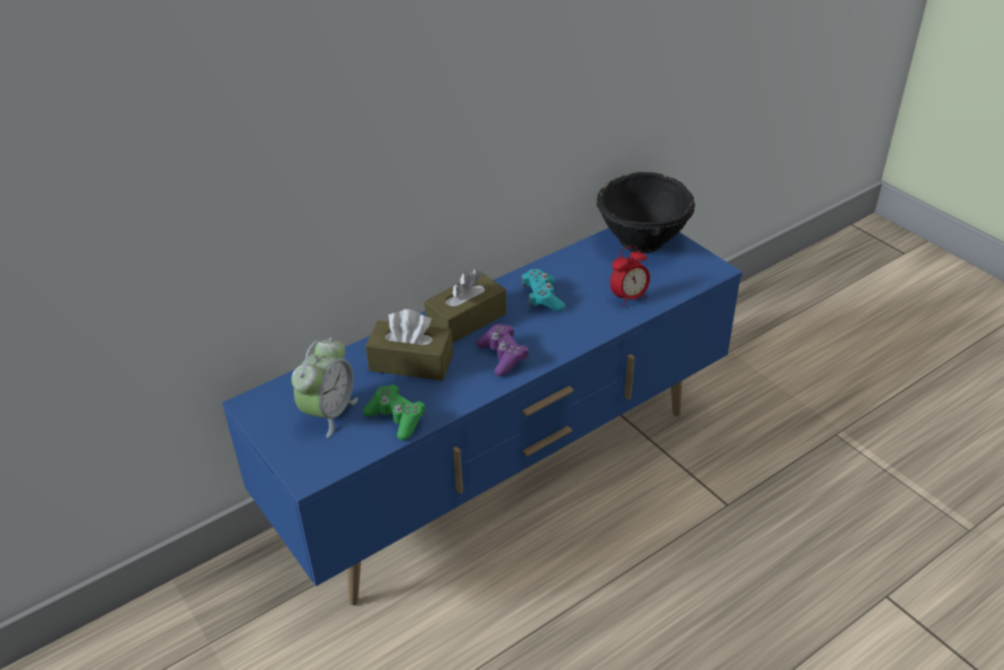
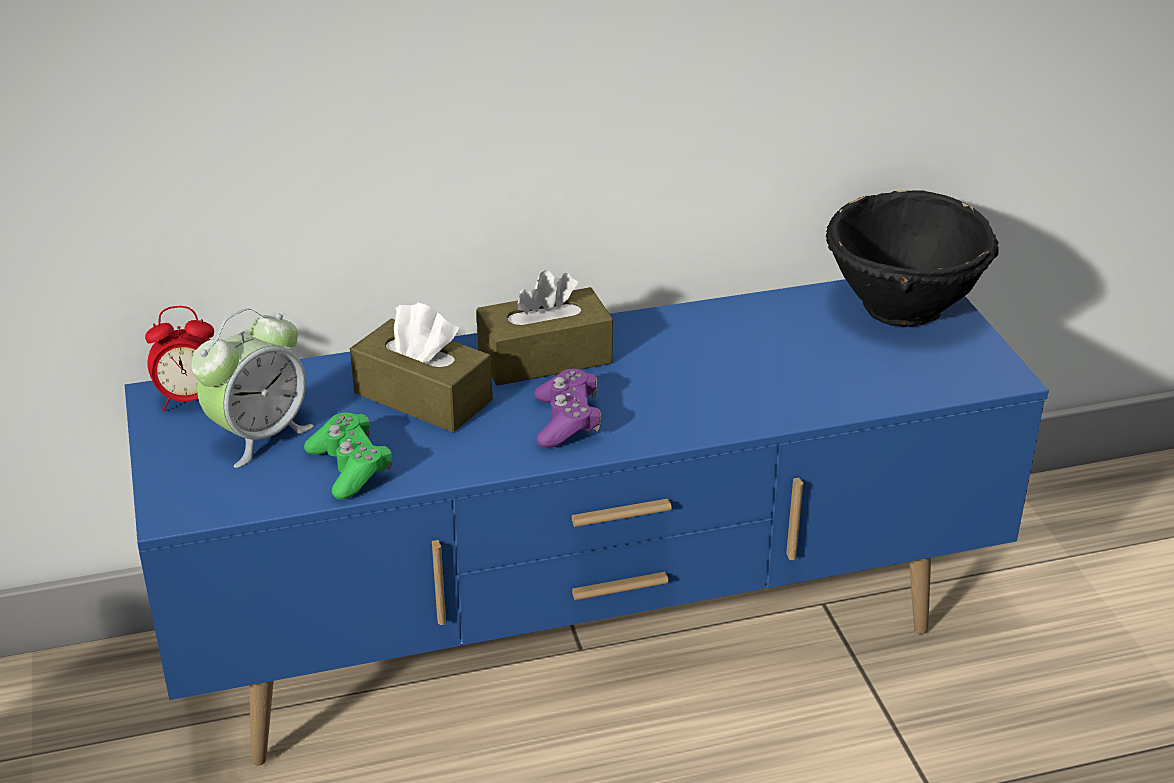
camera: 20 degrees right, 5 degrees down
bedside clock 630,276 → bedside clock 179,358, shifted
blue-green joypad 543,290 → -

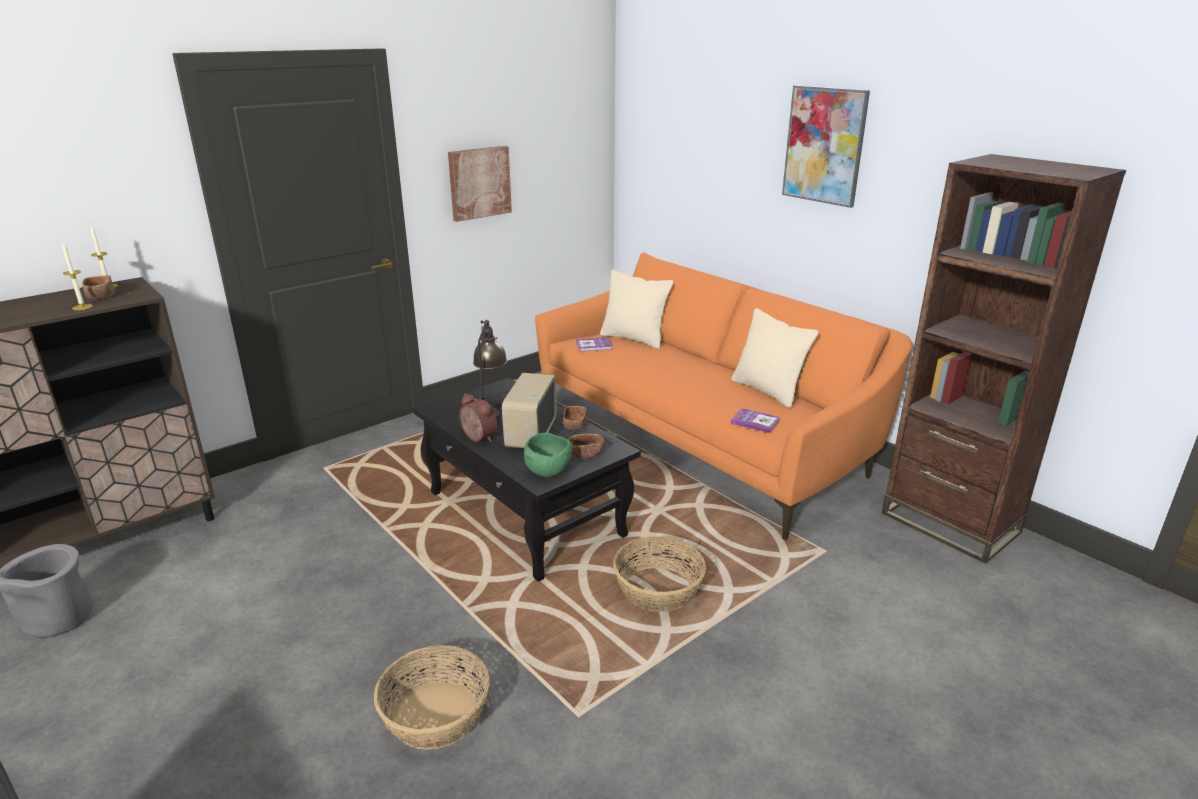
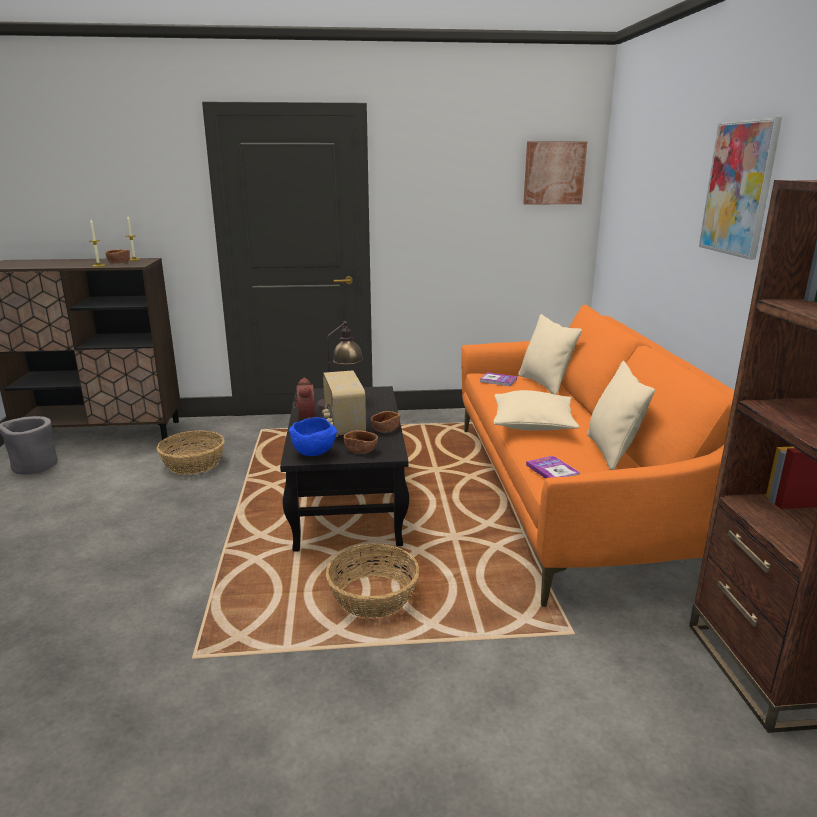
camera: 35 degrees right, 5 degrees down
storage basket 432,697 → storage basket 191,452, shifted
green-coloured serving bowl 548,455 → blue-coloured serving bowl 313,436
radio set 529,410 → radio set 344,403, 60 degrees counterclockwise
- → sand-coloured pillow 536,410
wall picture 480,184 → wall picture 555,173, shifted

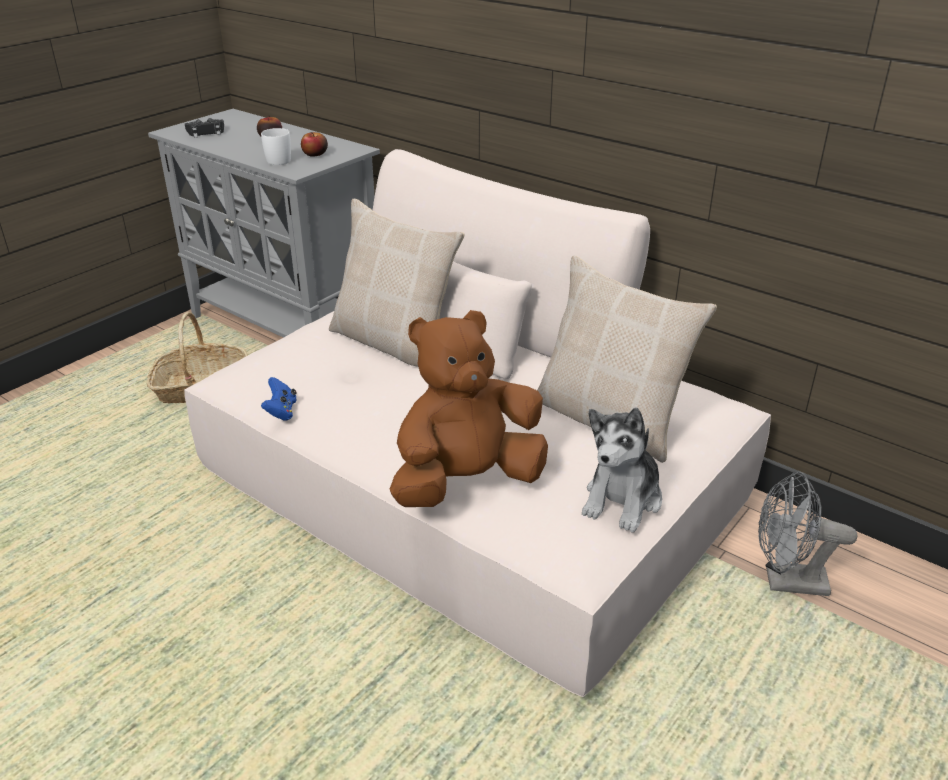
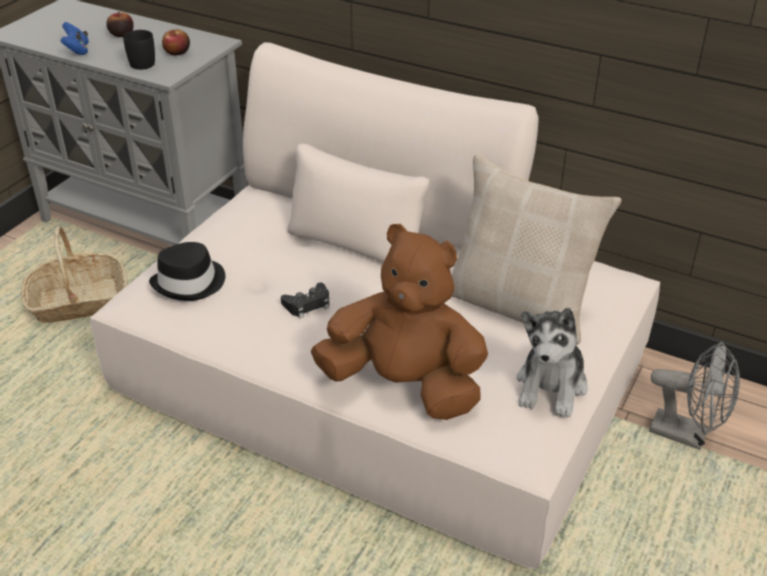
camera: 10 degrees left, 5 degrees up
blue-coloured joypad 279,399 → blue-coloured joypad 74,38, shifted
white-coloured mug 276,146 → blackish mug 139,50
- → blackish hat 187,271
blackish joypad 204,127 → blackish joypad 305,300, shifted
brown-coloured soft toy 469,408 → brown-coloured soft toy 399,322, 60 degrees clockwise
greyish electric fan 807,533 → greyish electric fan 694,396, 150 degrees counterclockwise
sand-coloured pillow 397,283 → -

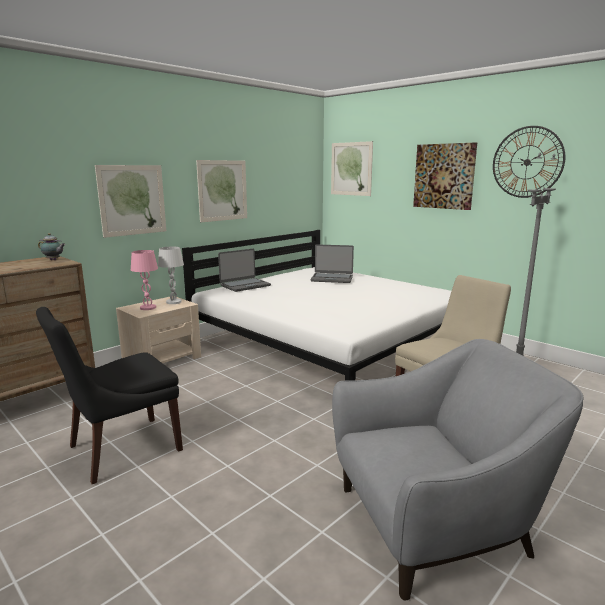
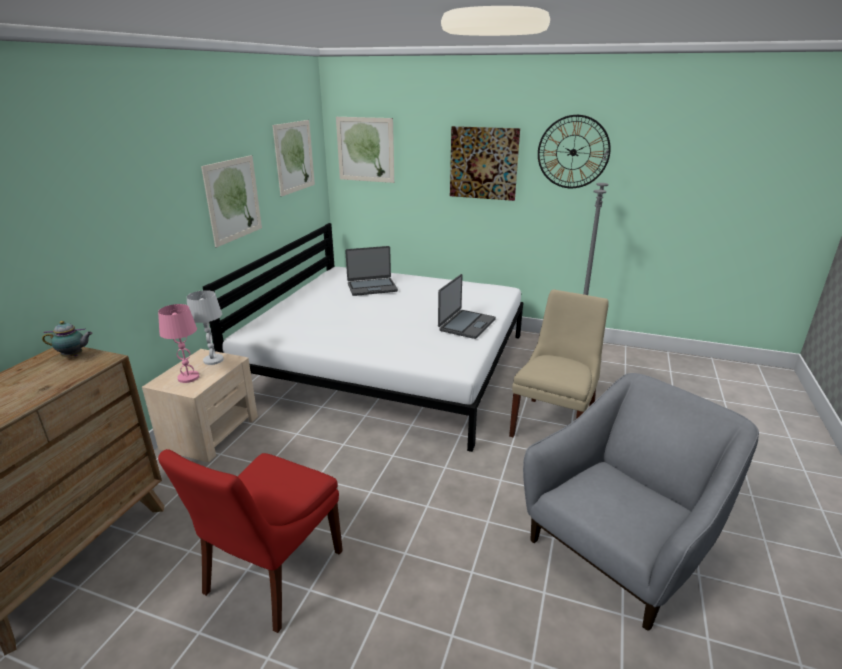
camera: 25 degrees left, 10 degrees up
blackish upright chair 109,395 → red-coloured upright chair 250,541
wall picture 130,201 → wall picture 293,158, shifted
portable computer 244,270 → portable computer 467,306, shifted

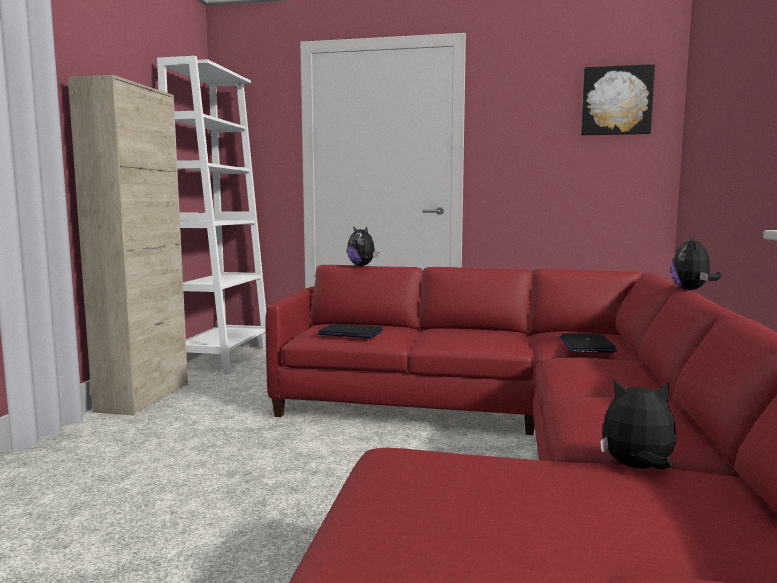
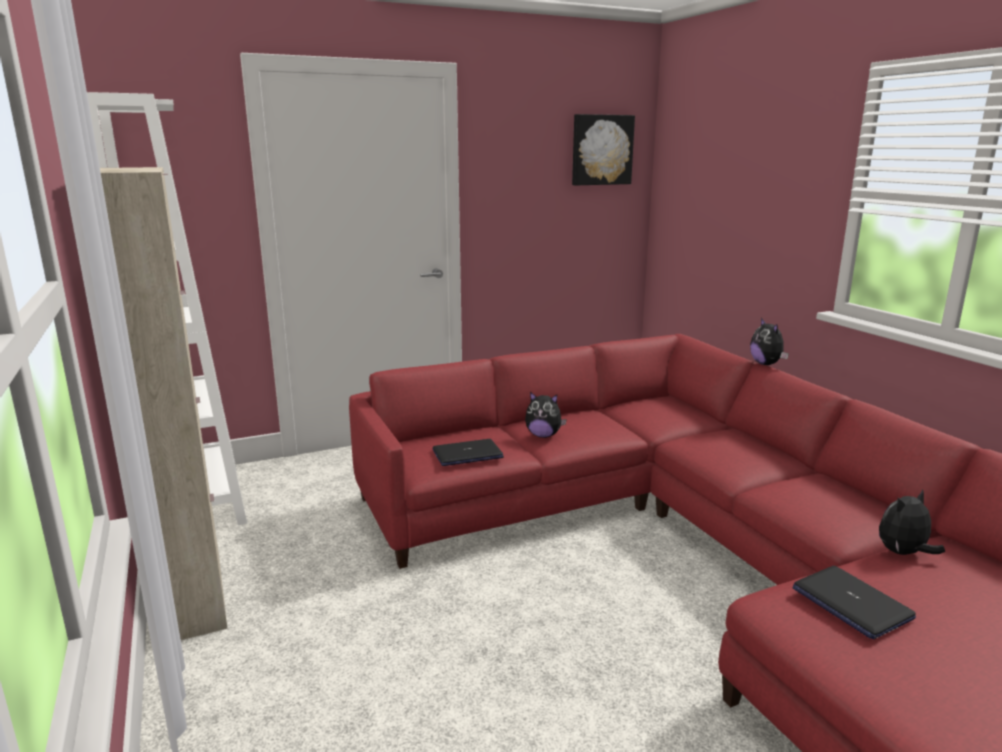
camera: 35 degrees left, 10 degrees up
soft toy 363,246 → soft toy 546,415, shifted
portable computer 588,343 → portable computer 854,602, shifted

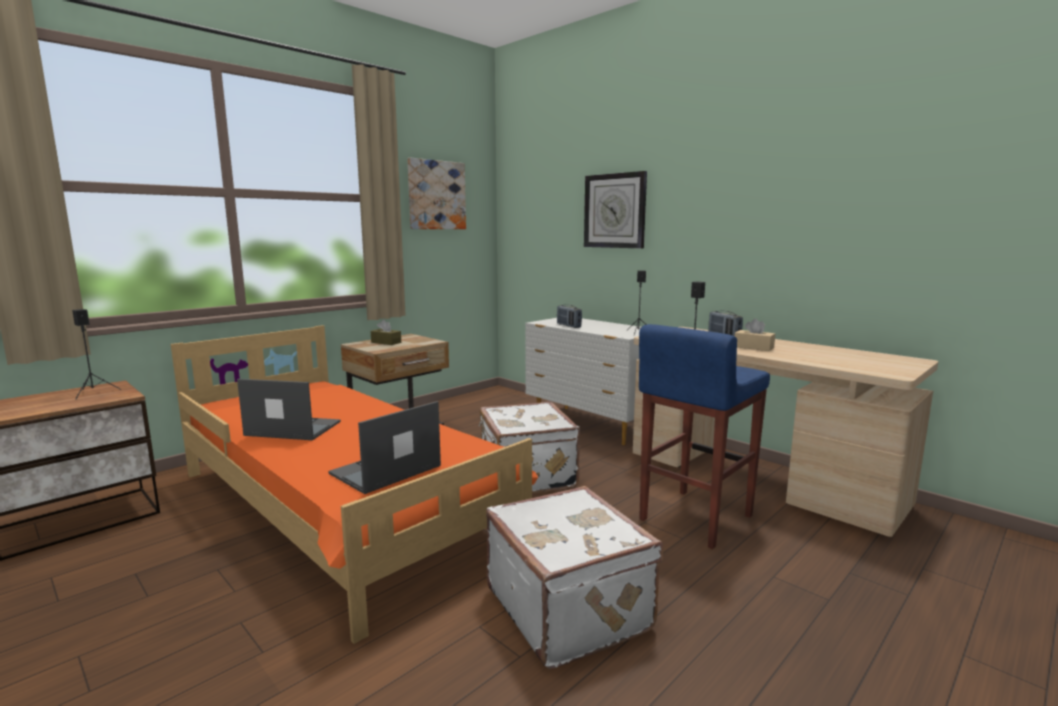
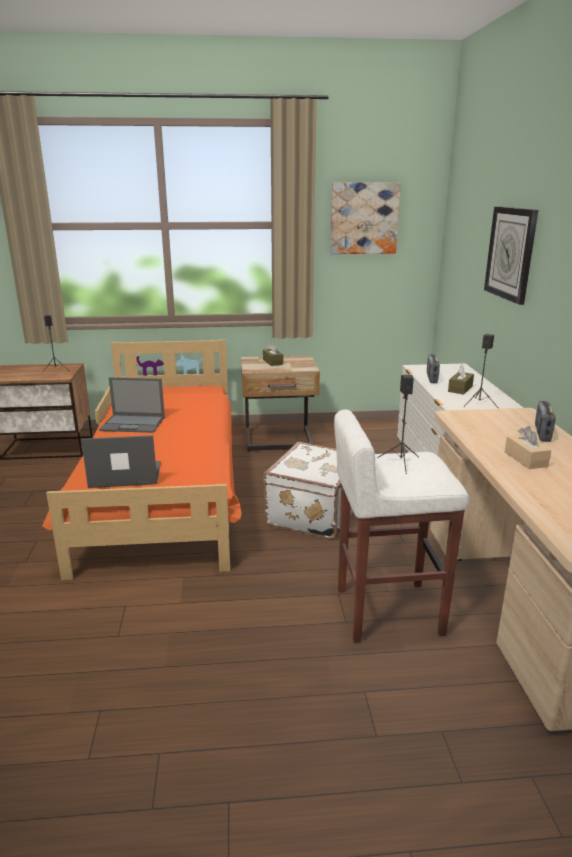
camera: 40 degrees right, 10 degrees up
portable computer 289,409 → portable computer 132,405, 135 degrees clockwise
blue-coloured stool seat 704,436 → white-coloured stool seat 402,526
- → brown-coloured tissue box 461,379
white-coloured piece of luggage 574,577 → -

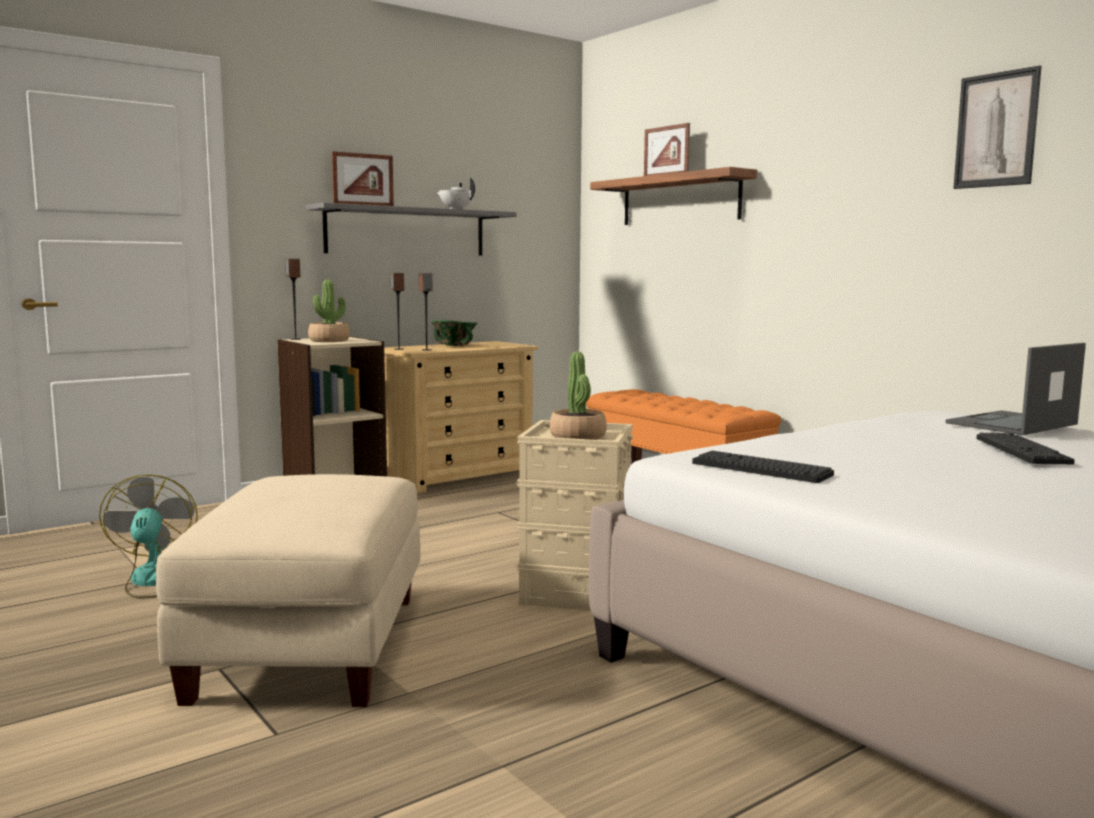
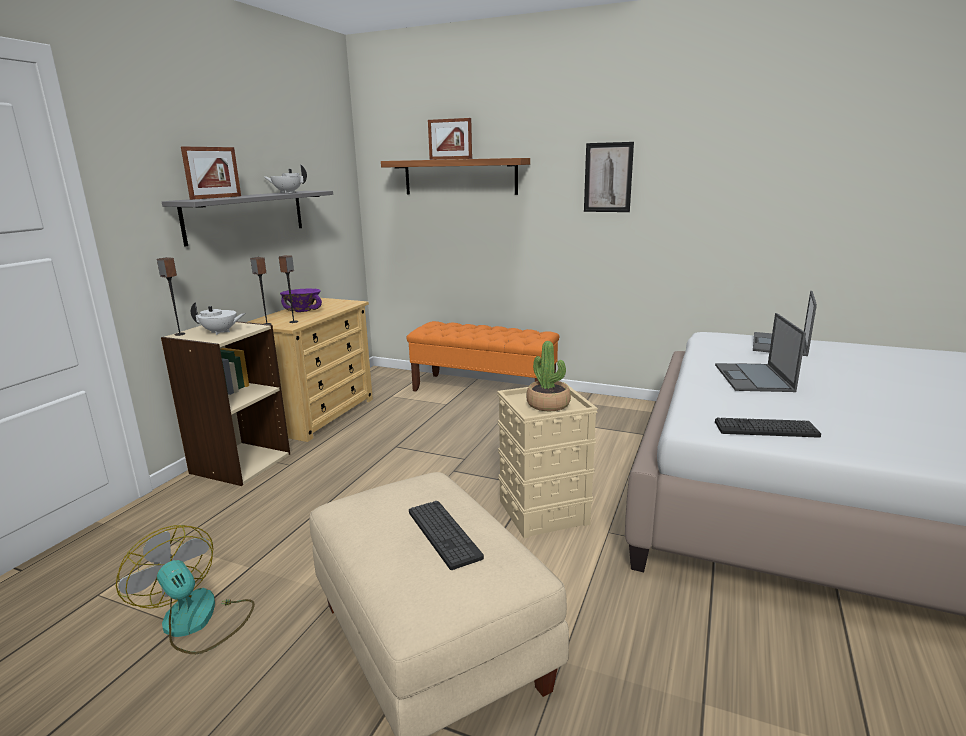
camera: 30 degrees left, 10 degrees up
houseplant 329,311 → white-coloured pot for tea 218,318
green-coloured serving bowl 454,333 → purple-coloured serving bowl 301,300
keyboard 1025,448 → keyboard 446,535, shifted
wall picture 997,127 → wall picture 609,177, shifted
- → portable computer 760,352

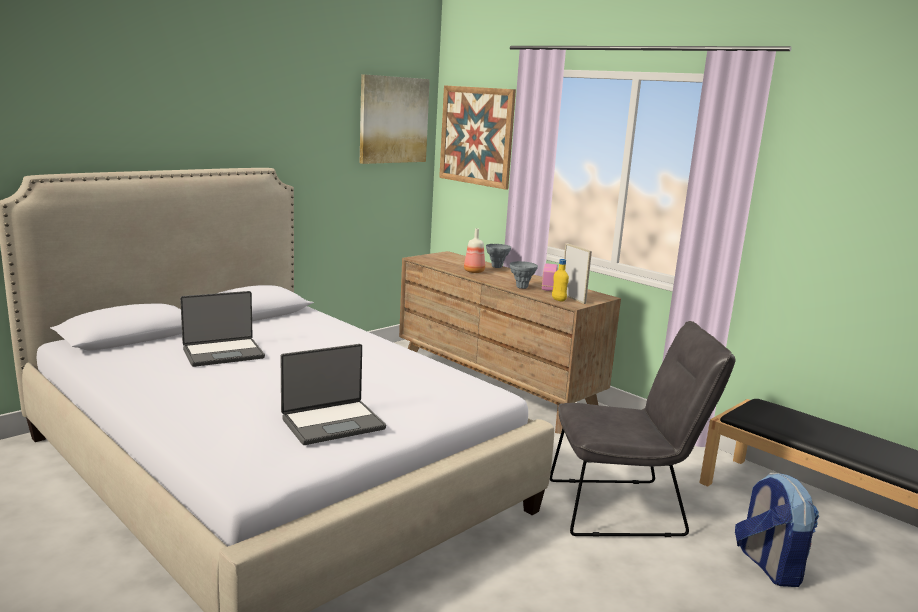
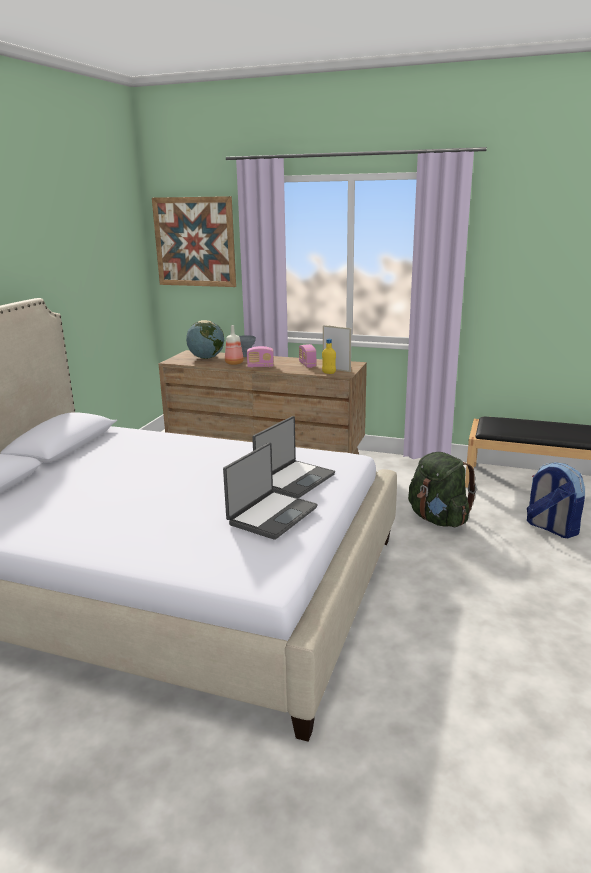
camera: 25 degrees left, 5 degrees up
- → globe 205,339
- → radio set 260,357
portable computer 222,329 → portable computer 293,457, shifted
greyish upright chair 642,429 → green-coloured knapsack 442,489
wall picture 395,119 → -
greyish vase 524,275 → -

